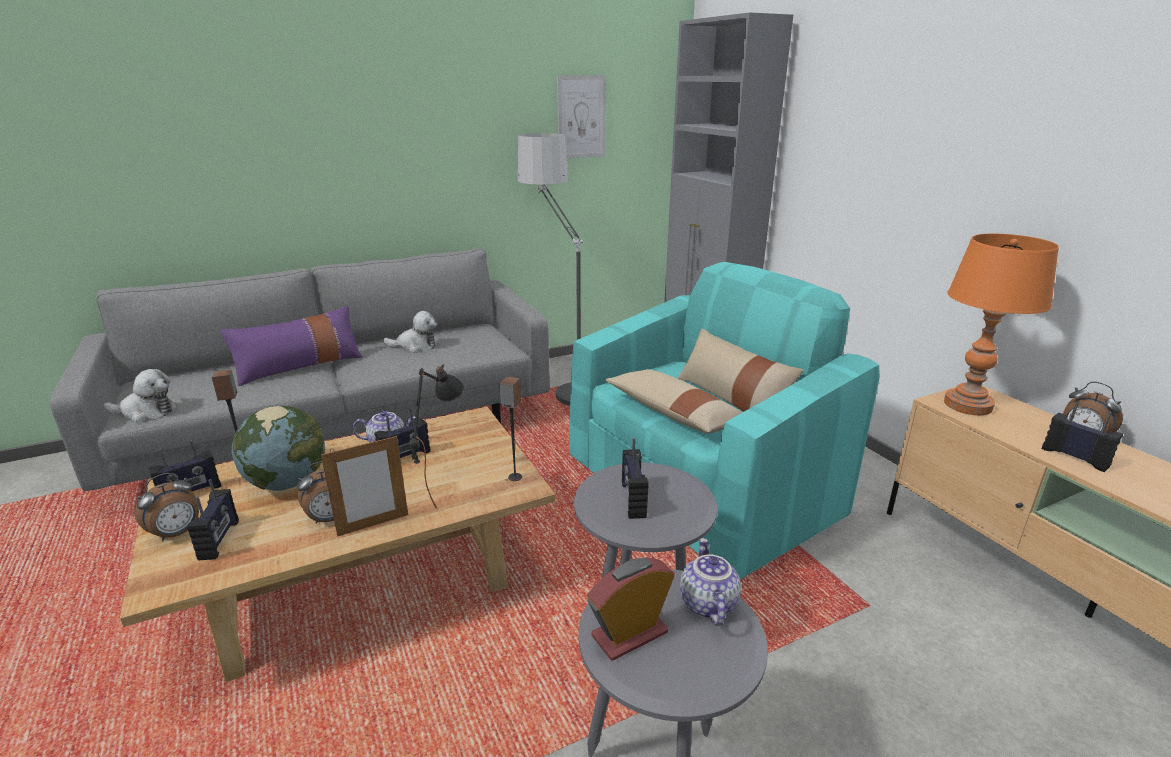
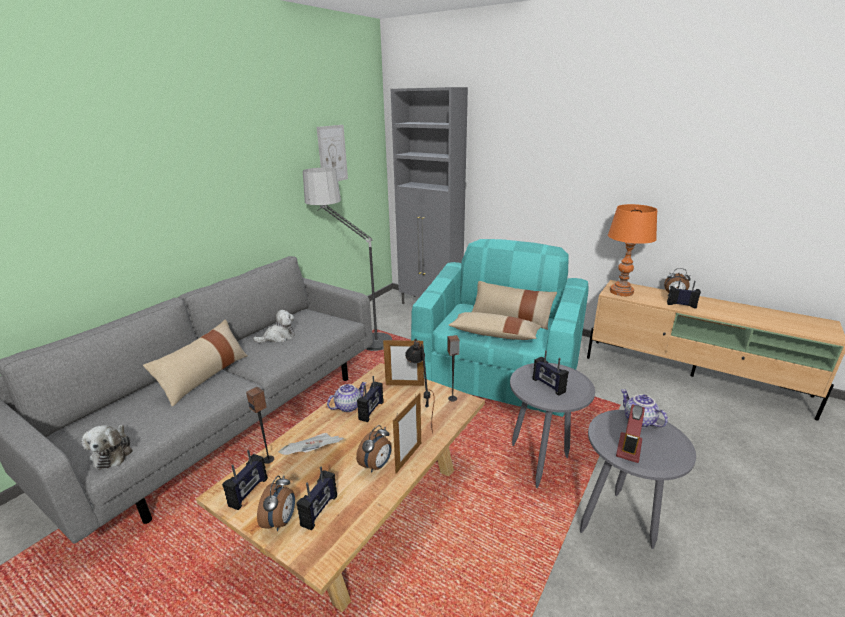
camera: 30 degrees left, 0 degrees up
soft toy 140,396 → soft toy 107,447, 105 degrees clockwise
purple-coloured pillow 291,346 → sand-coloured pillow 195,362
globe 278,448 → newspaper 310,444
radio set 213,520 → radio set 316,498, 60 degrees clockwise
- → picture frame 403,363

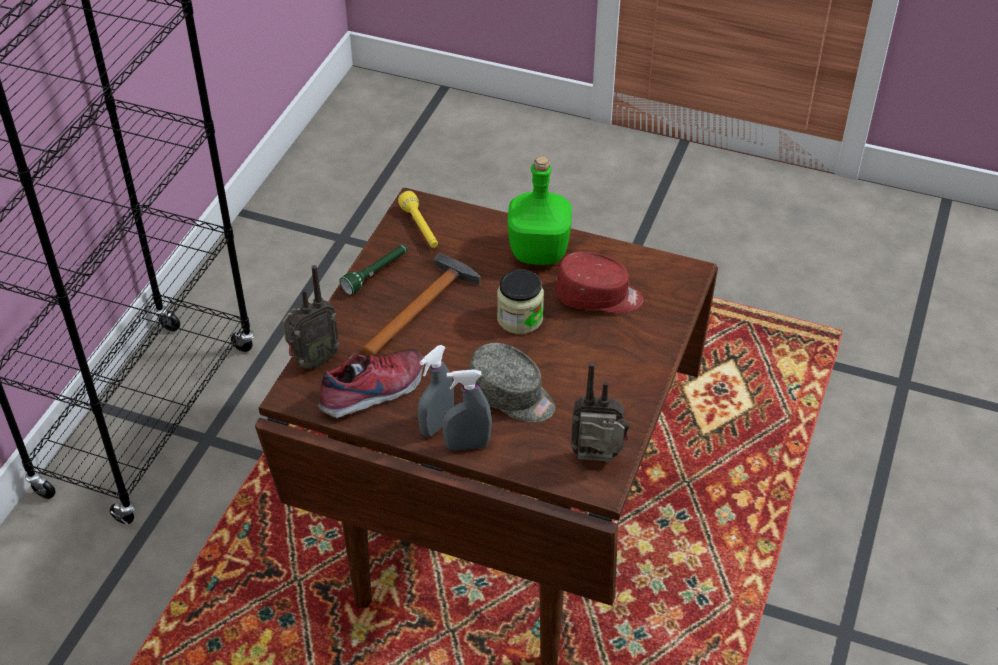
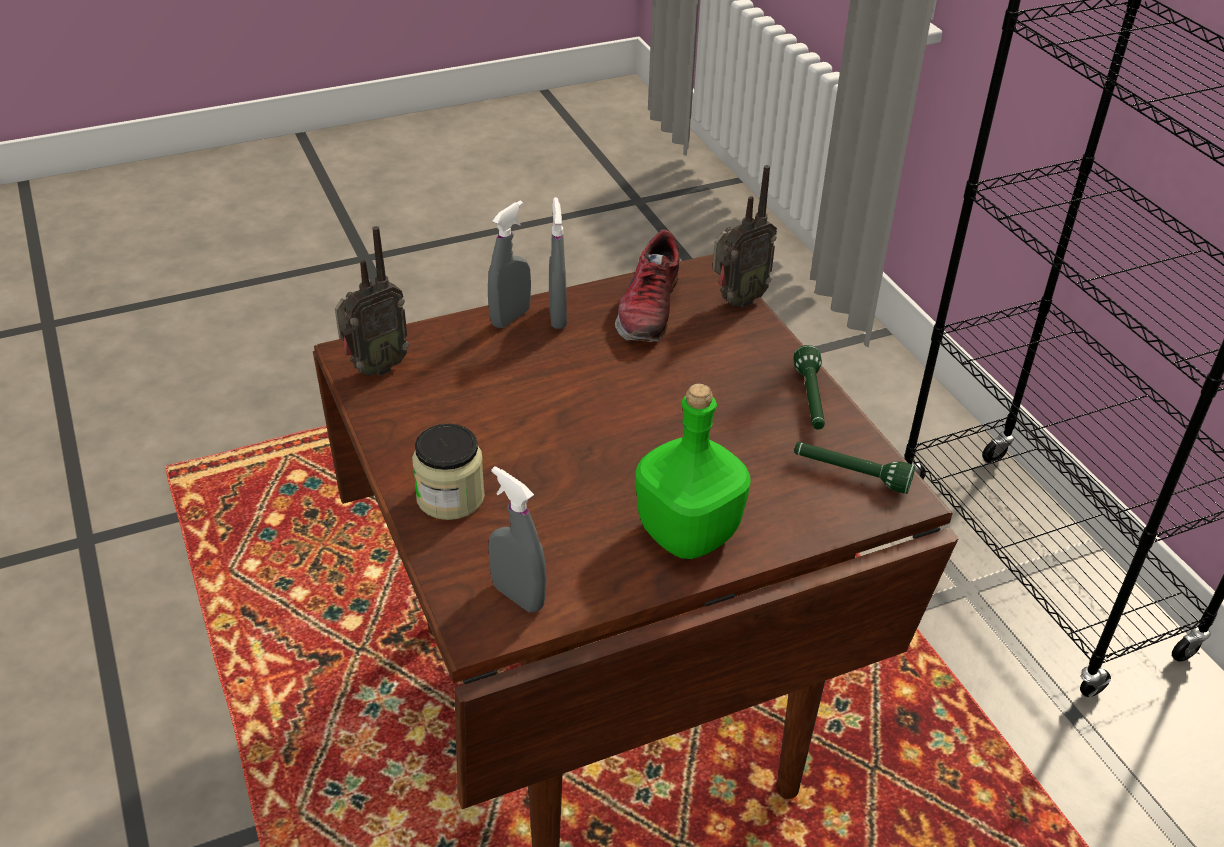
camera: 135 degrees right, 5 degrees down
preserve jar 520,301 → preserve jar 448,472, shifted
- → greyish sprayer 517,539
radio set 311,317 → radio set 744,236, 135 degrees counterclockwise
yellow flashlight 418,219 → green-coloured flashlight 854,468
tool hammer 421,304 → -
greyish cap 512,383 → -
red-coloured cap 599,282 → -

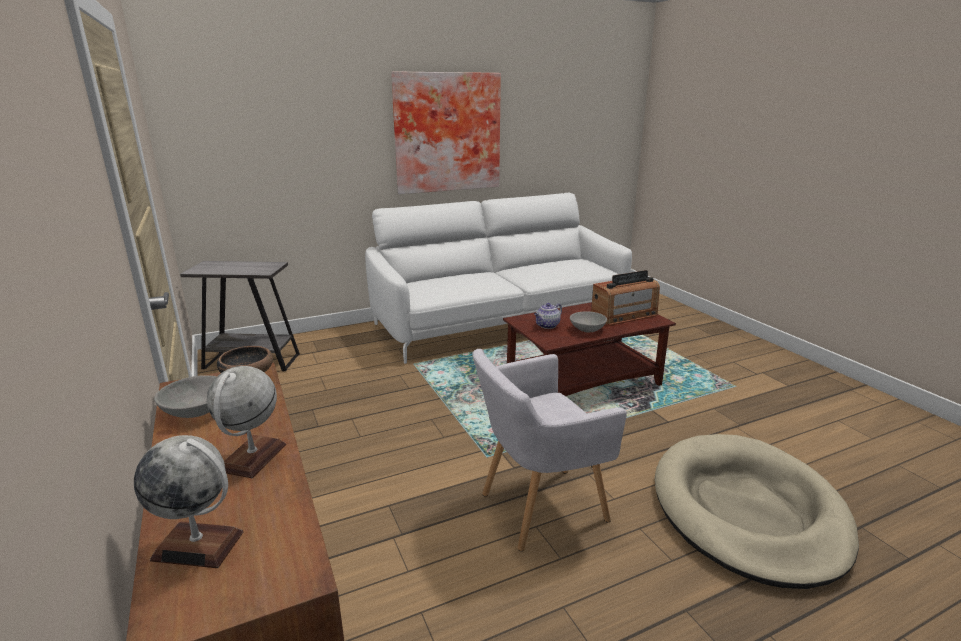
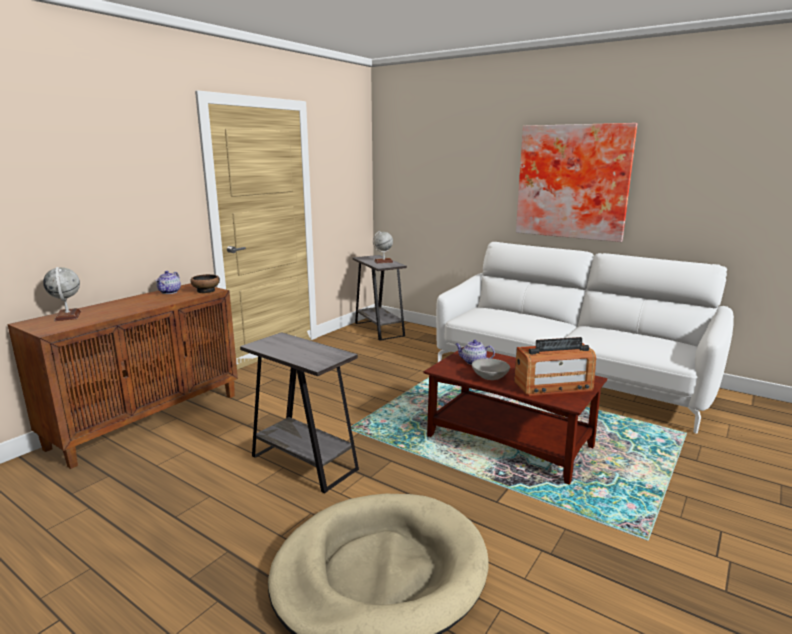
camera: 60 degrees right, 5 degrees down
greyish serving bowl 185,396 → pot for tea 168,282
greyish easy chair 550,450 → greyish side table 299,412
globe 246,422 → globe 383,247, shifted
radio set 625,298 → radio set 555,366, 45 degrees counterclockwise

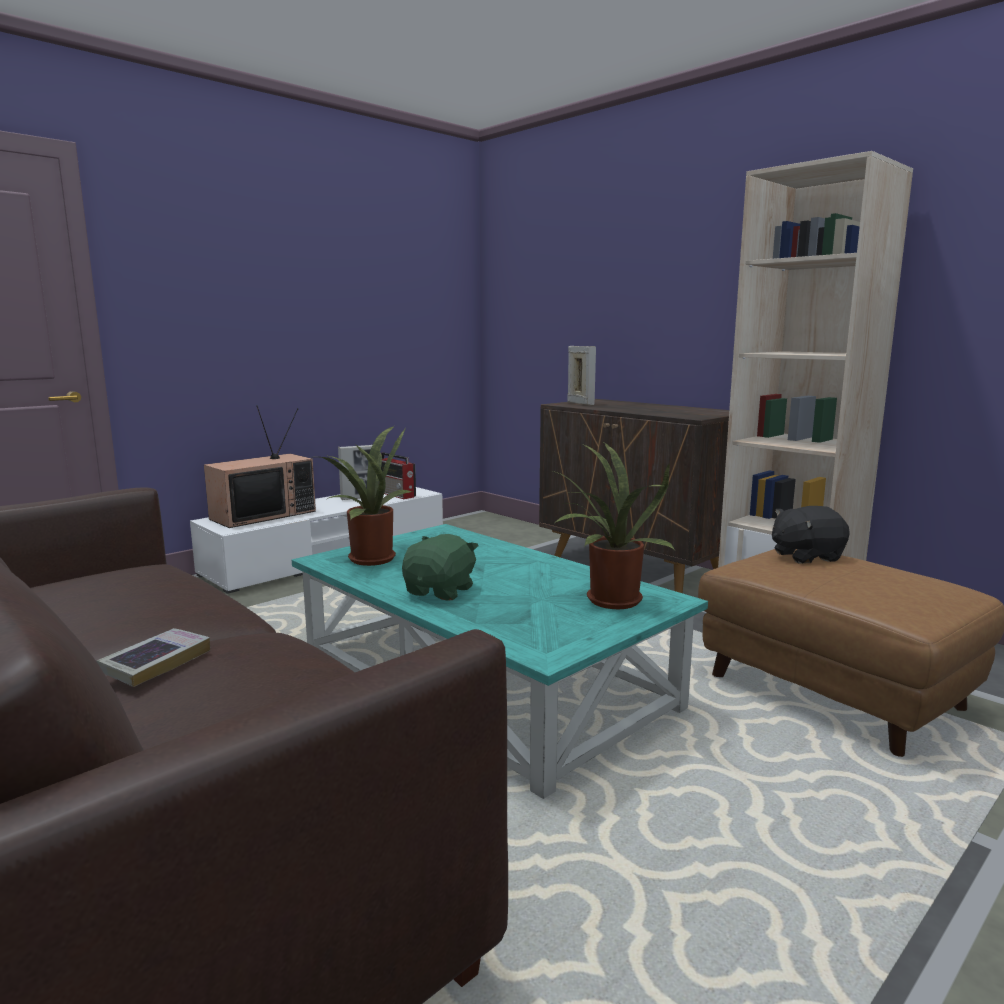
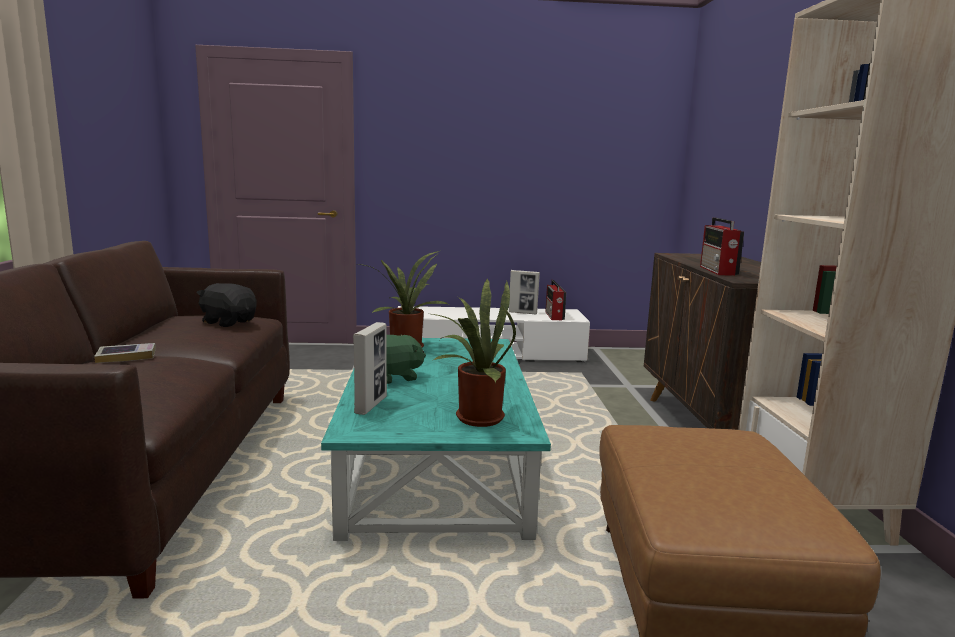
camera: 40 degrees right, 0 degrees up
blackish soft toy 811,535 → blackish soft toy 227,305, shifted
picture frame 581,375 → picture frame 370,368, shifted
- → radio set 722,246
TV set 260,466 → -

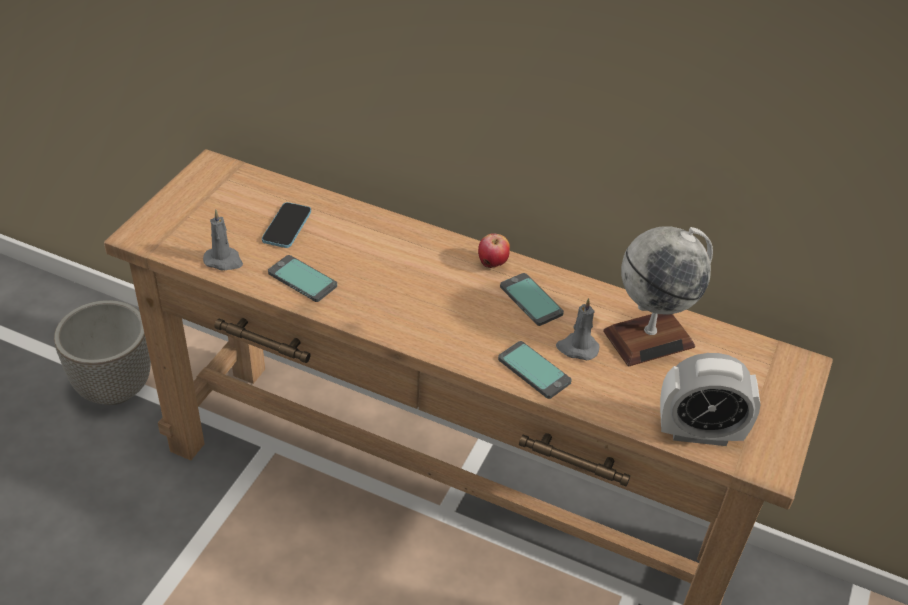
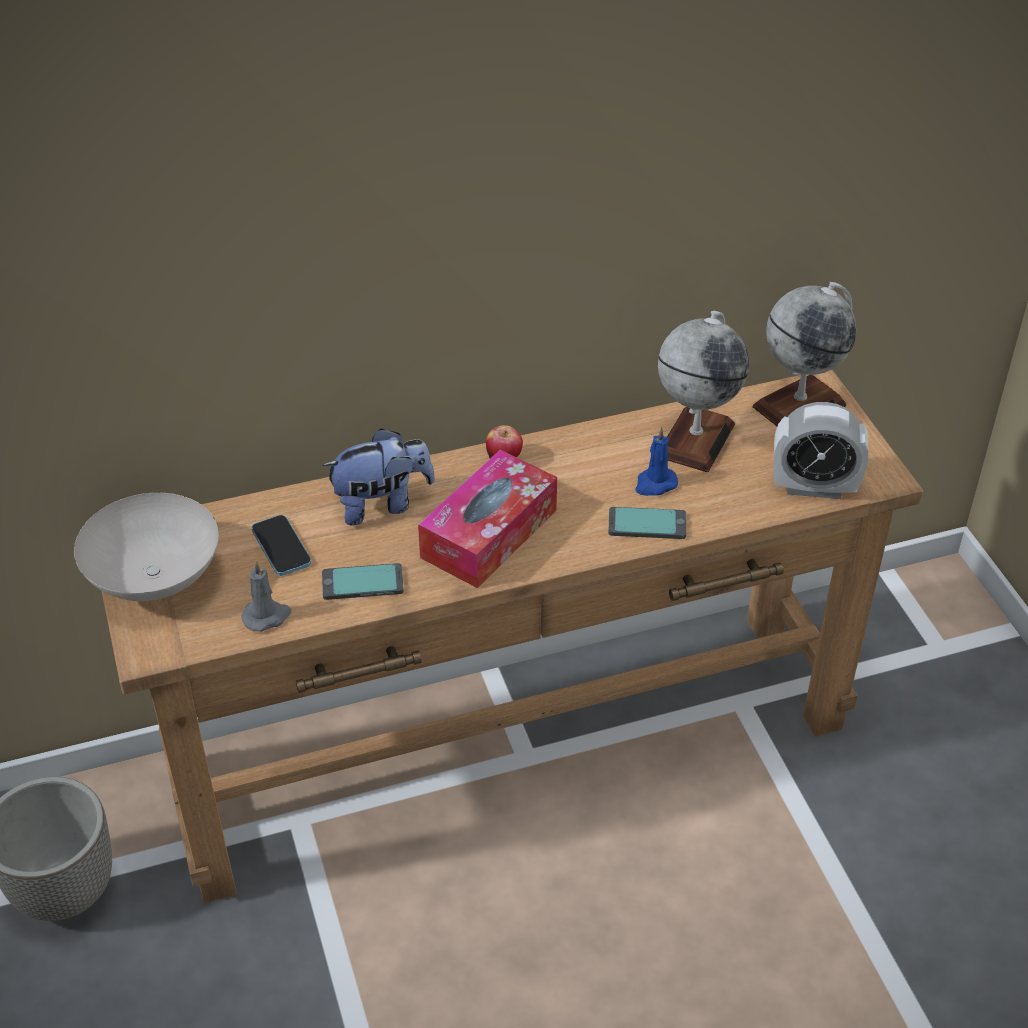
camera: 40 degrees left, 0 degrees up
- → white-coloured serving bowl 146,547
- → soft toy 378,477
- → tissue box 487,519
greyish wax candle 578,329 → blue-coloured wax candle 656,461
- → globe 804,354
bedside clock 710,399 → bedside clock 820,450, 45 degrees clockwise
telephone 532,299 → -

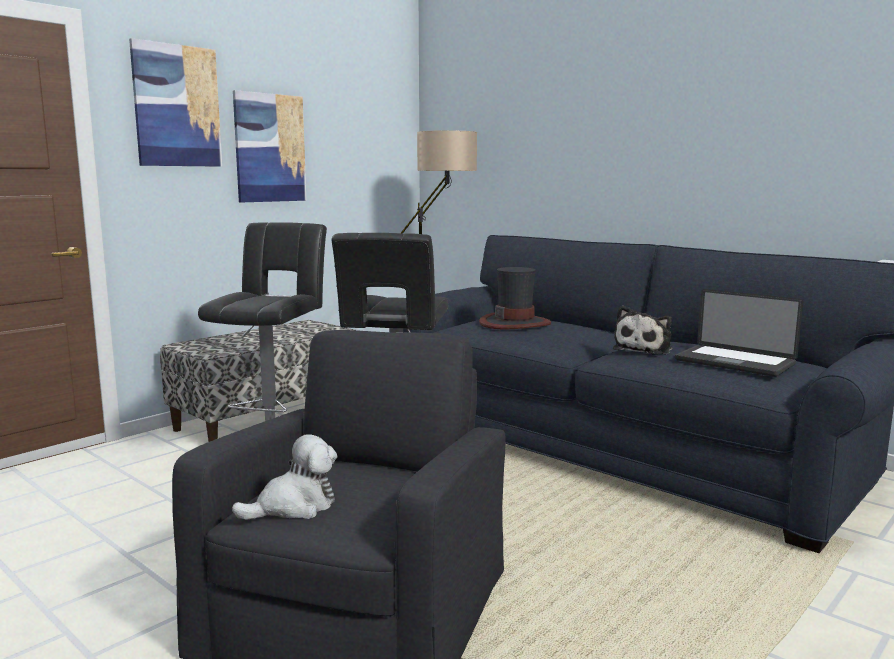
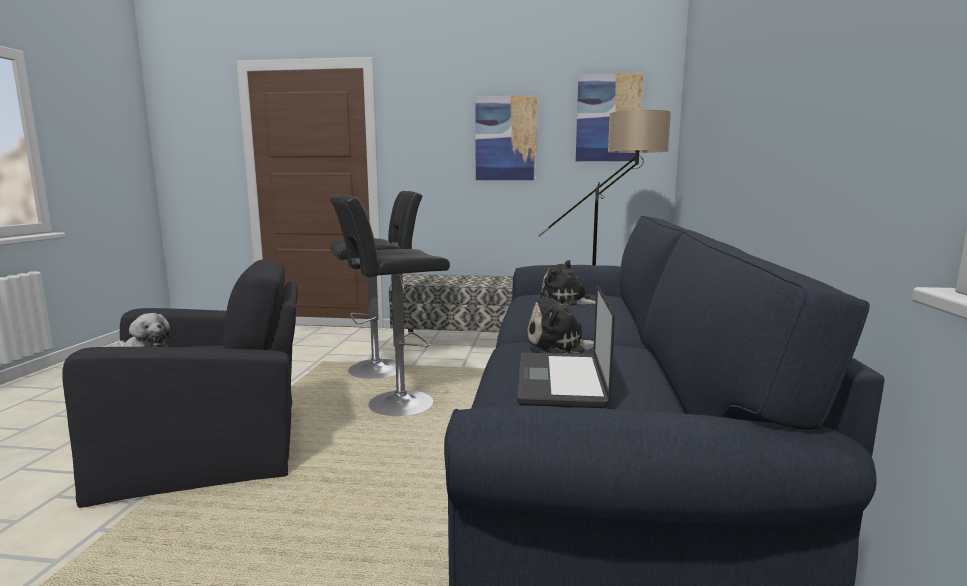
camera: 55 degrees right, 0 degrees up
hat 515,298 → soft toy 567,283
wall picture 175,102 → wall picture 610,117, shifted

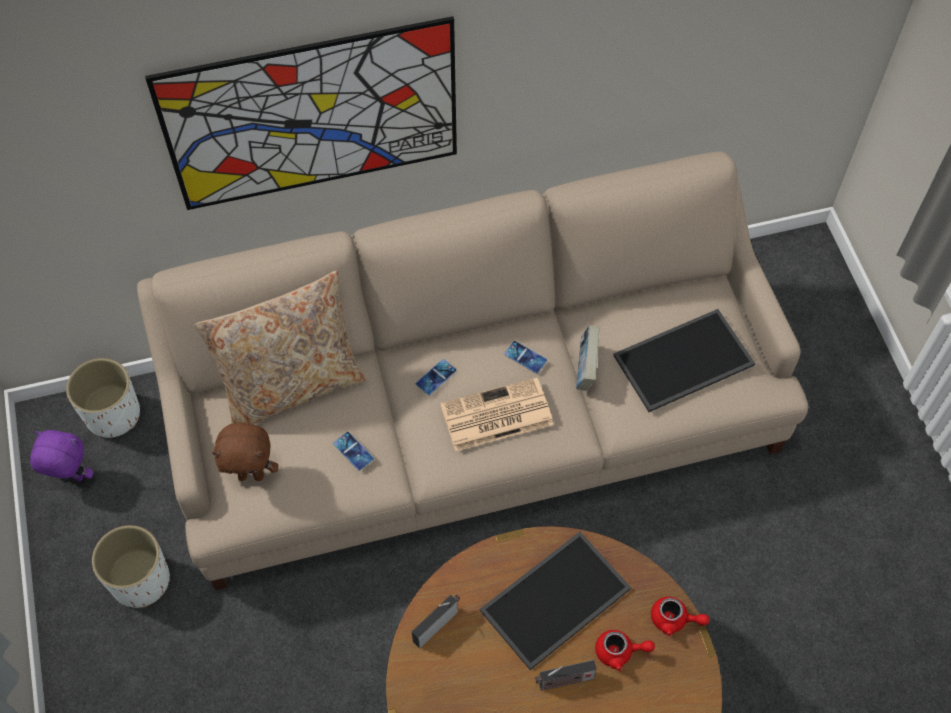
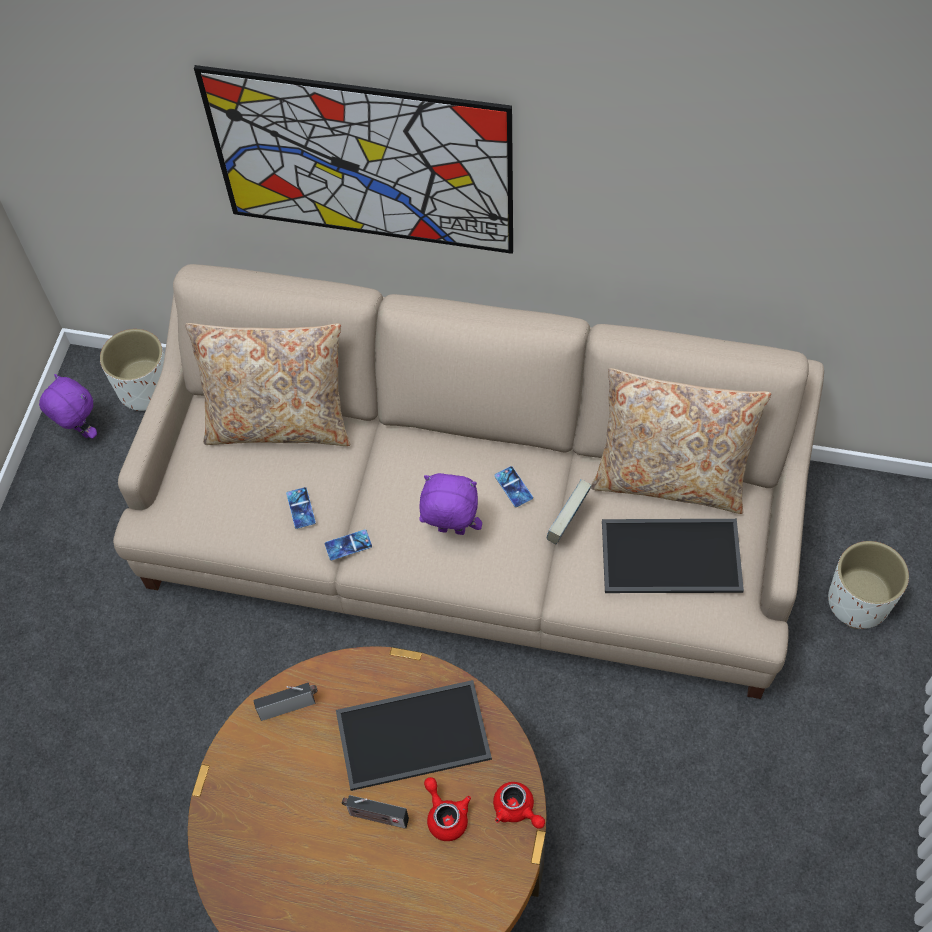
camera: 30 degrees right, 0 degrees up
telephone 436,377 → telephone 348,545, shifted
newspaper 496,414 → purple-coloured soft toy 450,504
red-coloured pot for tea 625,650 → red-coloured pot for tea 447,809, 150 degrees counterclockwise
- → sand-coloured pillow 681,441
white-coloured flower pot 131,566 → white-coloured flower pot 868,585, shifted
brown-coloured soft toy 245,451 → -

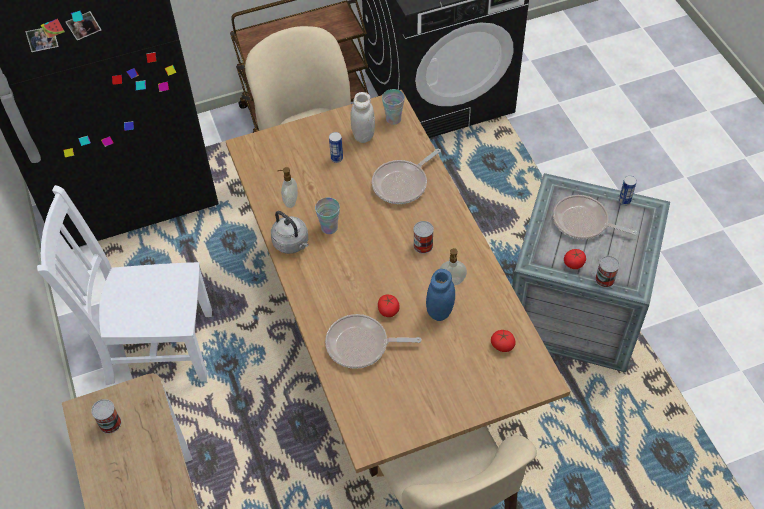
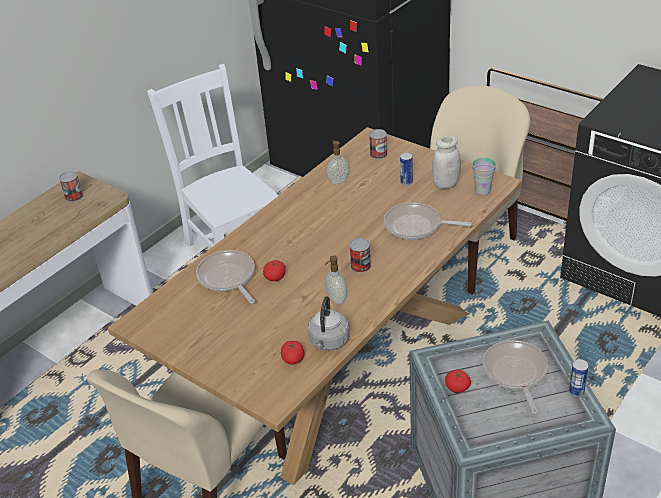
camera: 60 degrees right, 15 degrees down
greyish kettle 290,232 → greyish kettle 329,323, shifted
sealed can 607,272 → sealed can 378,144, shifted
drinking cup 327,216 → -
blue-coloured preserve jar 440,295 → -

